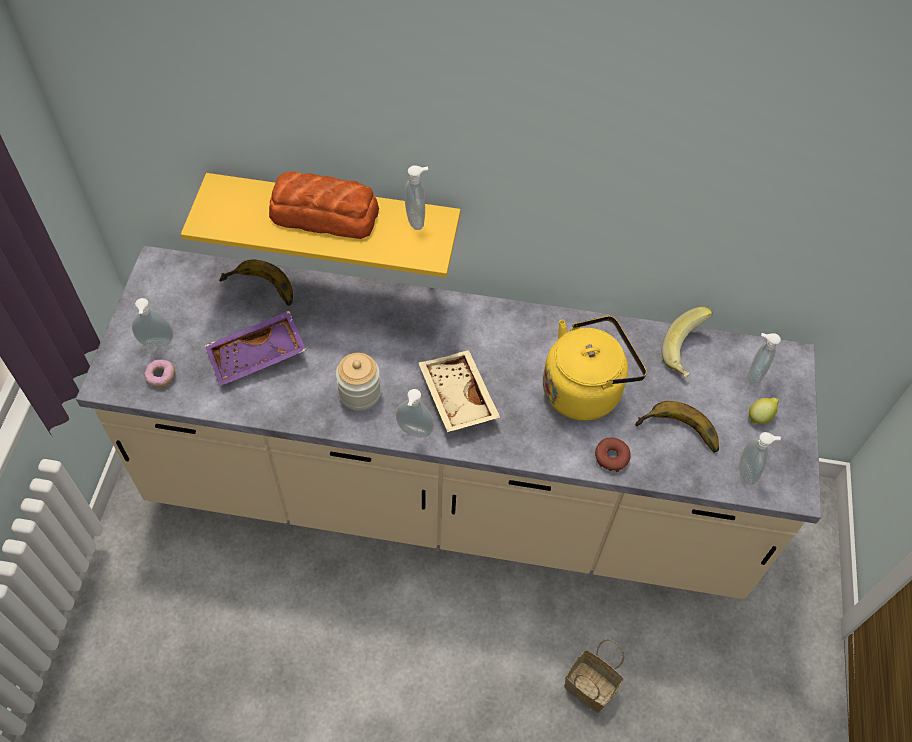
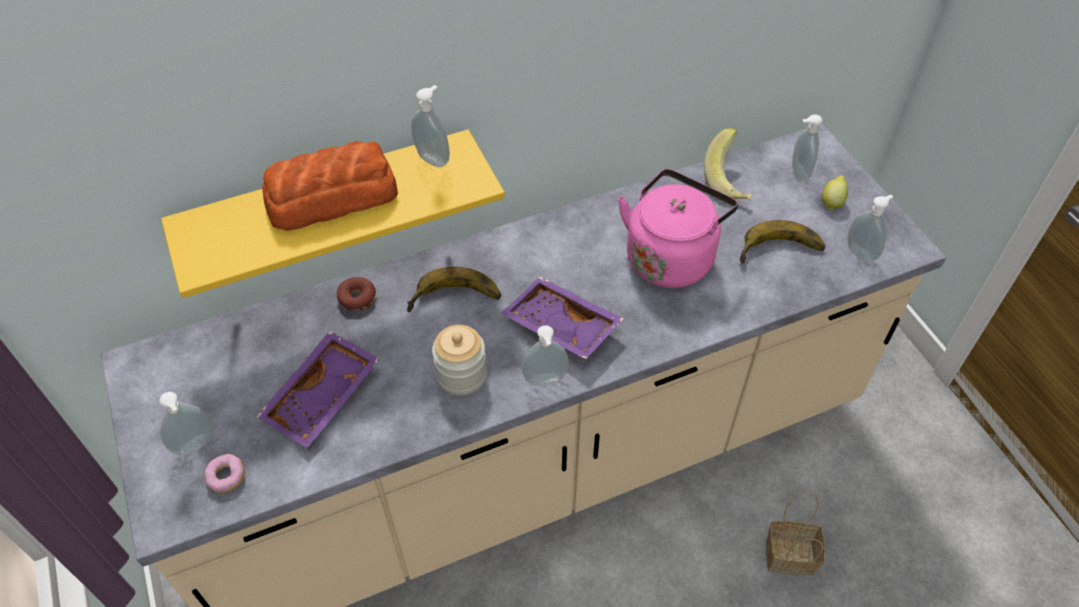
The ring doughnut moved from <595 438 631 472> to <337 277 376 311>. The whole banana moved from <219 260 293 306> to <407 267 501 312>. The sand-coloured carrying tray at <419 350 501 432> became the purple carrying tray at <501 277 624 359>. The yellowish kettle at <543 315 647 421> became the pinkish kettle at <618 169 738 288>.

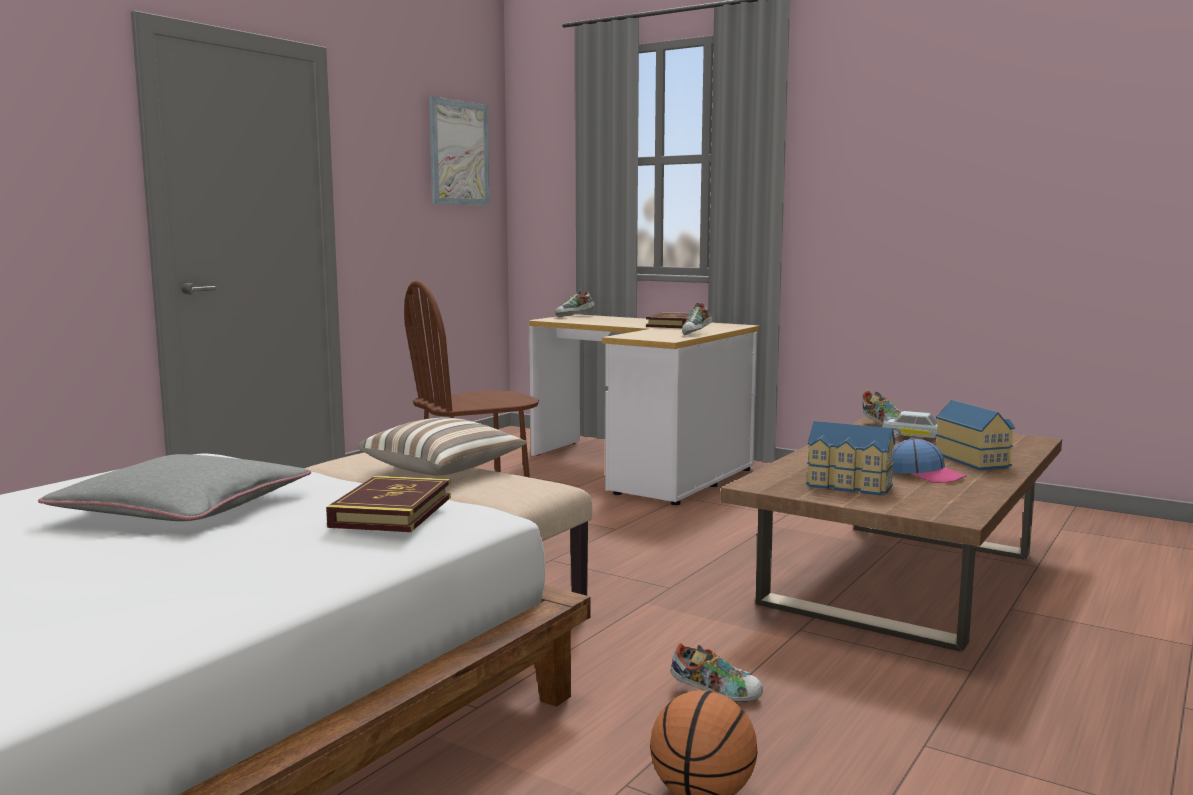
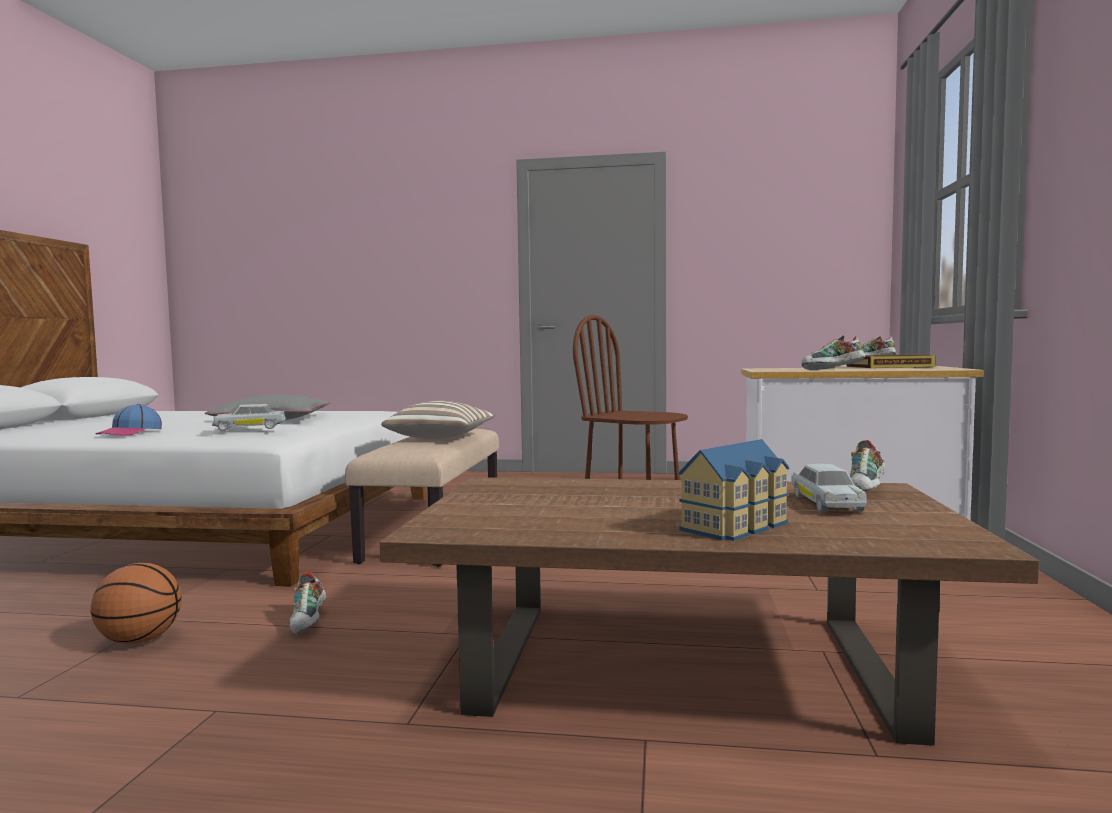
The peaked cap moved from <892 438 967 483> to <95 404 162 435>. The volume at <326 476 451 532> was replaced by the whitish toy car at <212 404 286 431>. The wall art at <429 96 490 205> disappeared. The toy house at <806 421 895 495> disappeared.

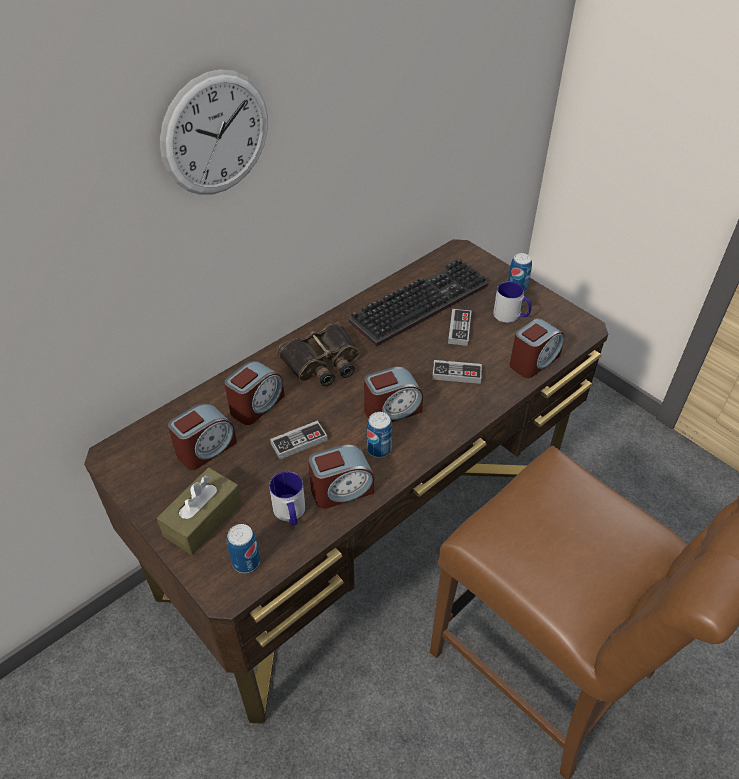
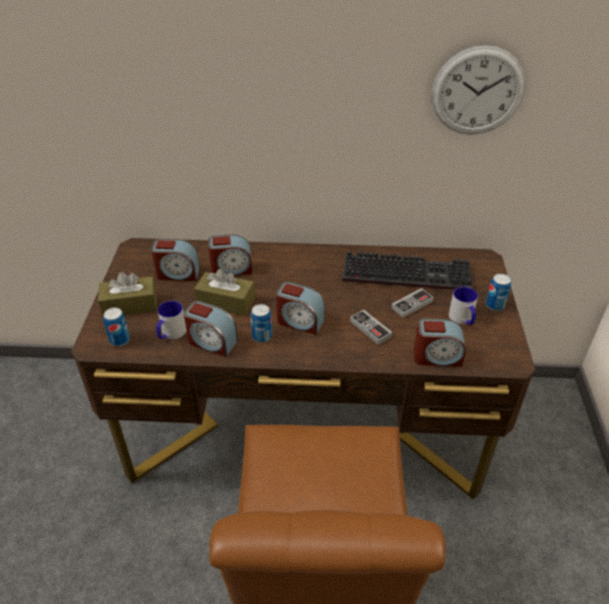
The joypad at <270 420 327 459> was replaced by the brown-coloured tissue box at <194 268 255 316>. The clock on the wall moved from <160 69 268 195> to <432 45 526 135>. The pair of binoculars at <277 322 360 387> disappeared.

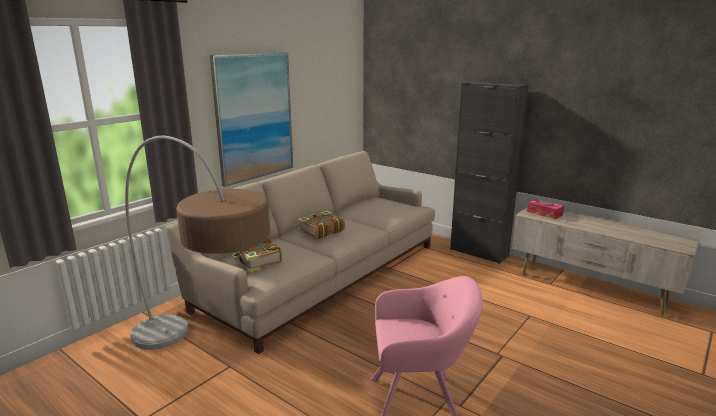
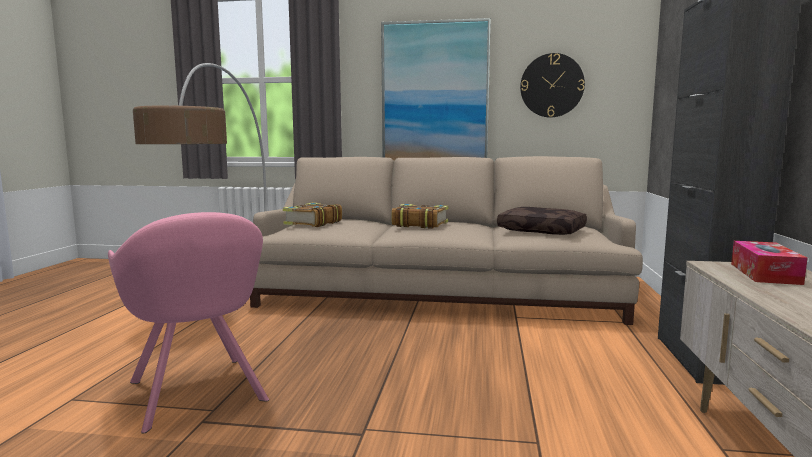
The brown-coloured throw pillow at <497 207 587 235> appeared. The clock on the wall at <520 53 585 117> appeared.

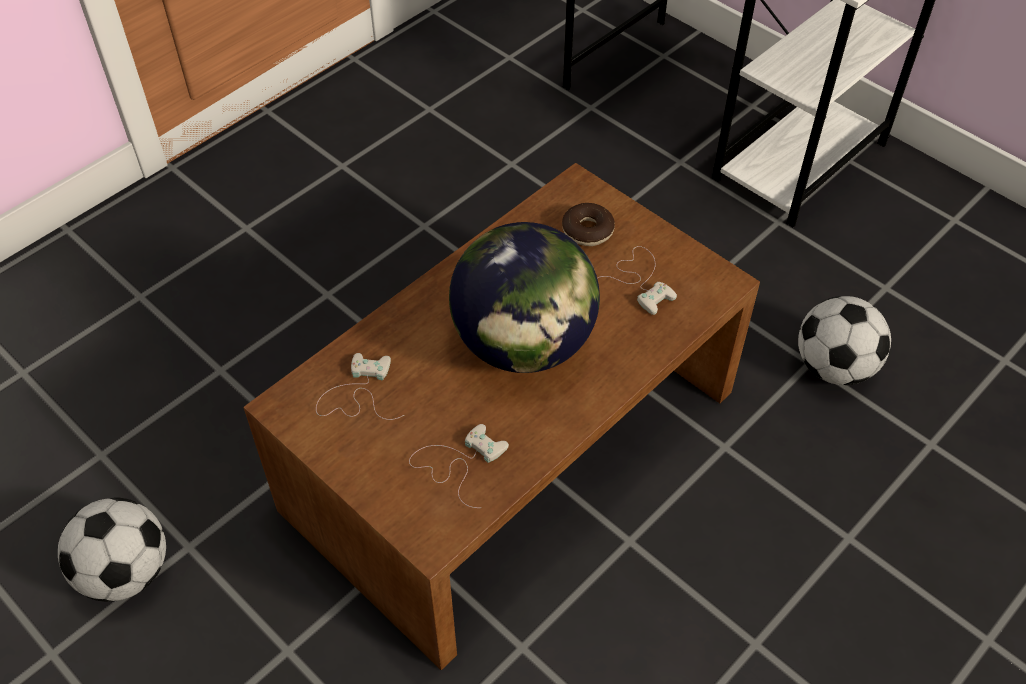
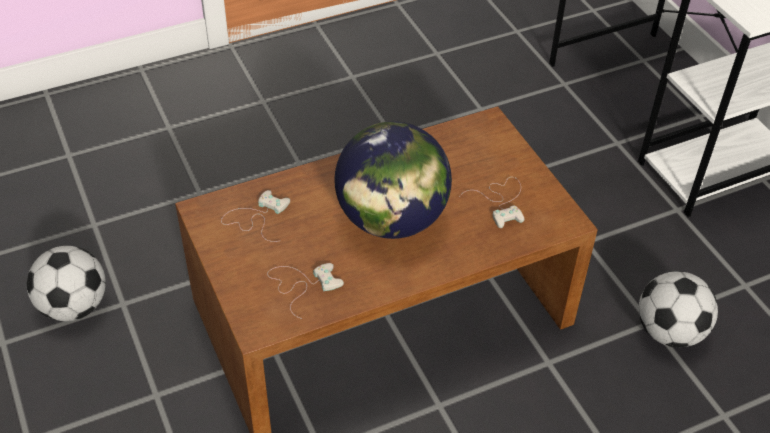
The ring doughnut at <562 203 615 246> disappeared.

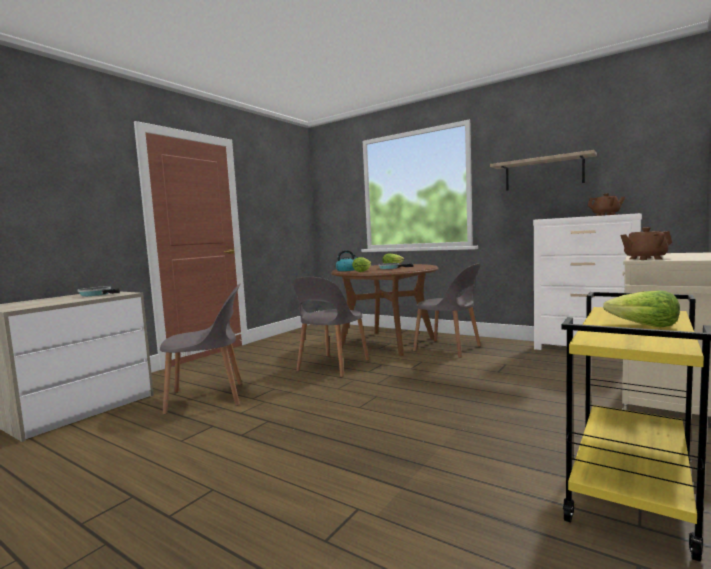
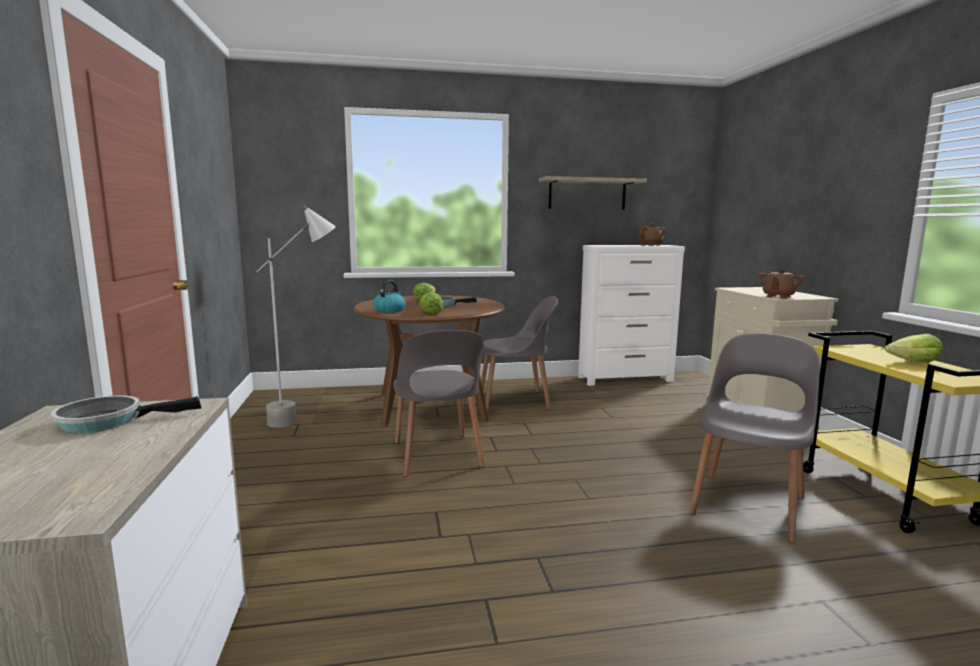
The greyish standing lamp at <256 205 336 428> appeared. The greyish plain chair moved from <160 284 242 415> to <689 333 820 543>.

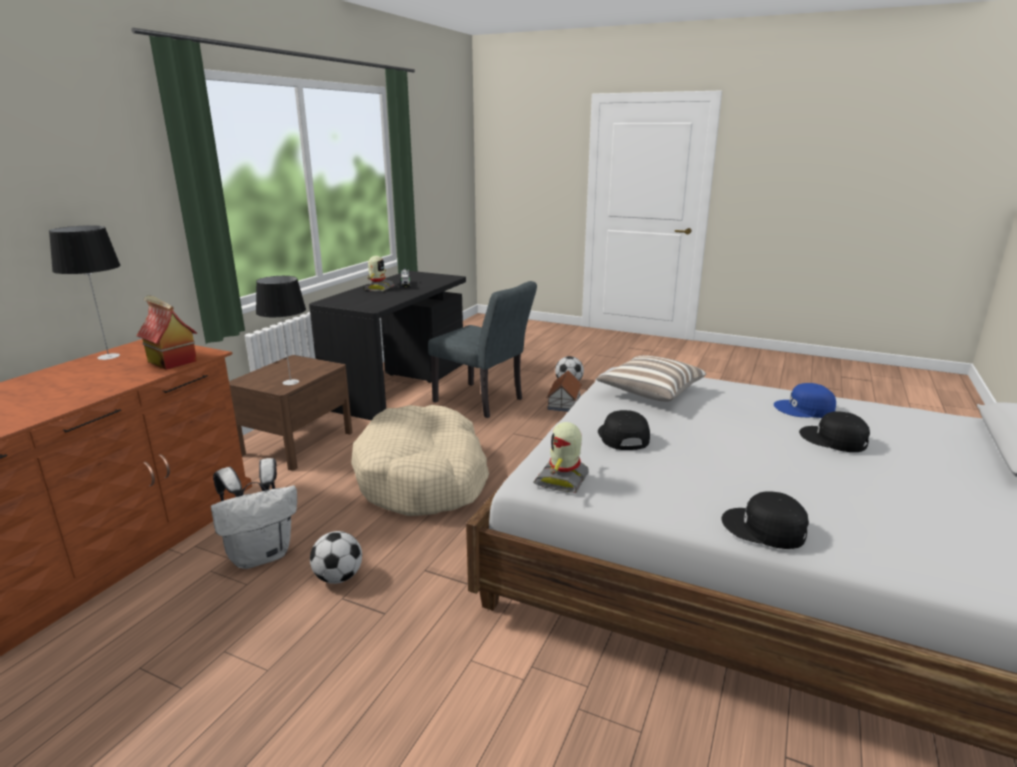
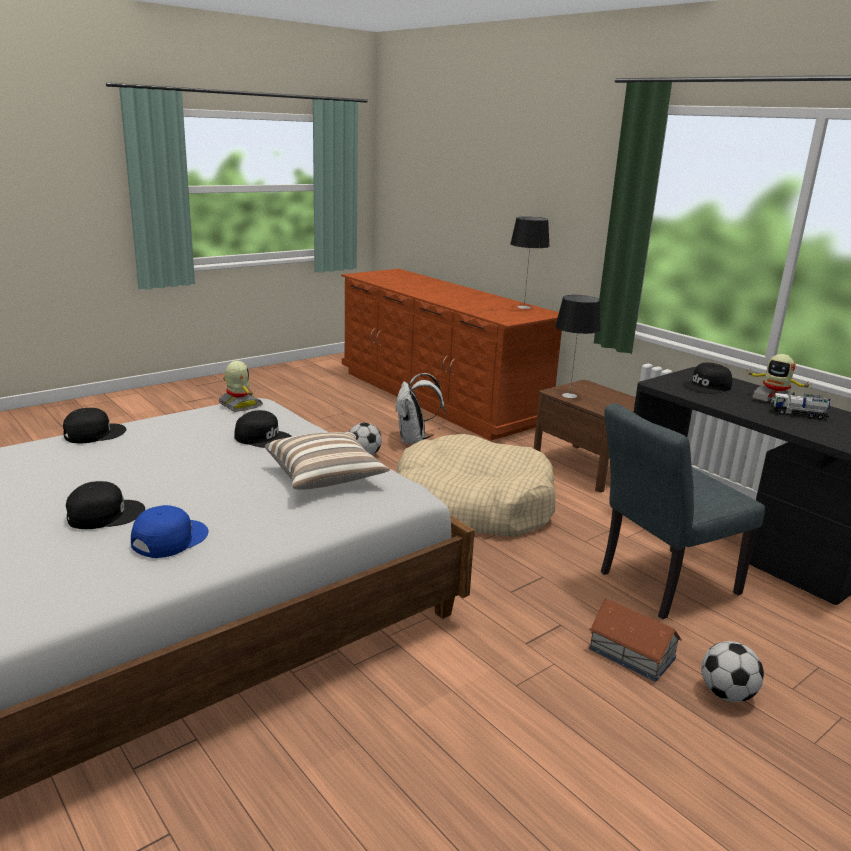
The black-coloured peaked cap at <682 363 732 394> appeared. The toy house at <137 295 197 370> disappeared.

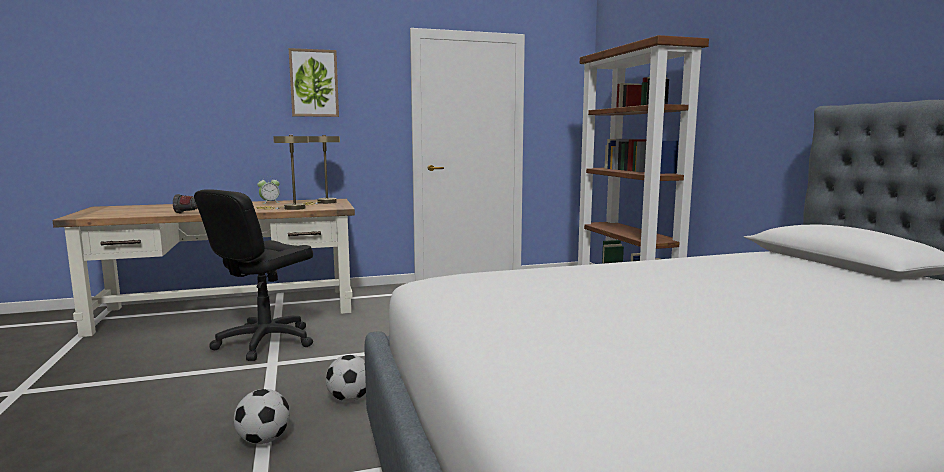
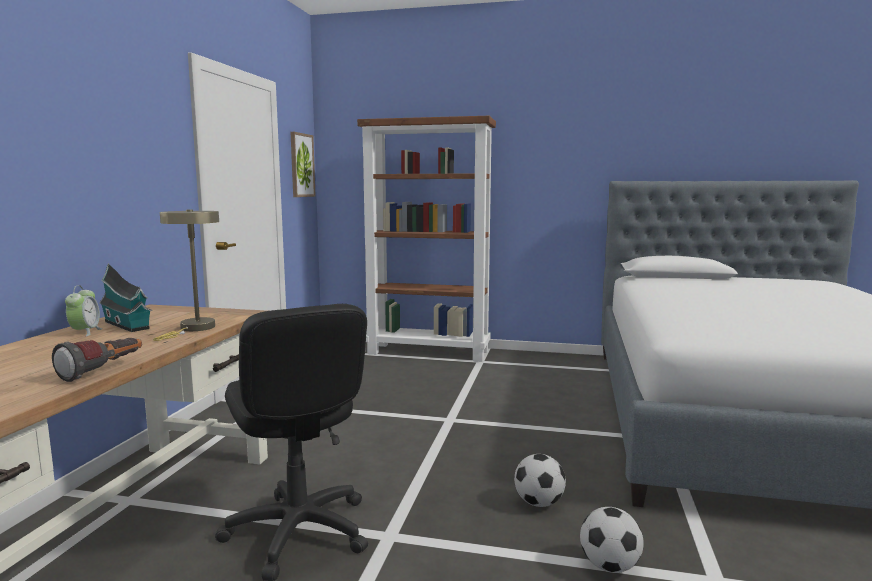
The toy house at <99 263 152 332> appeared. The wall art moved from <289 48 339 117> to <290 132 316 197>. The sand-coloured table lamp at <304 135 340 205> disappeared.

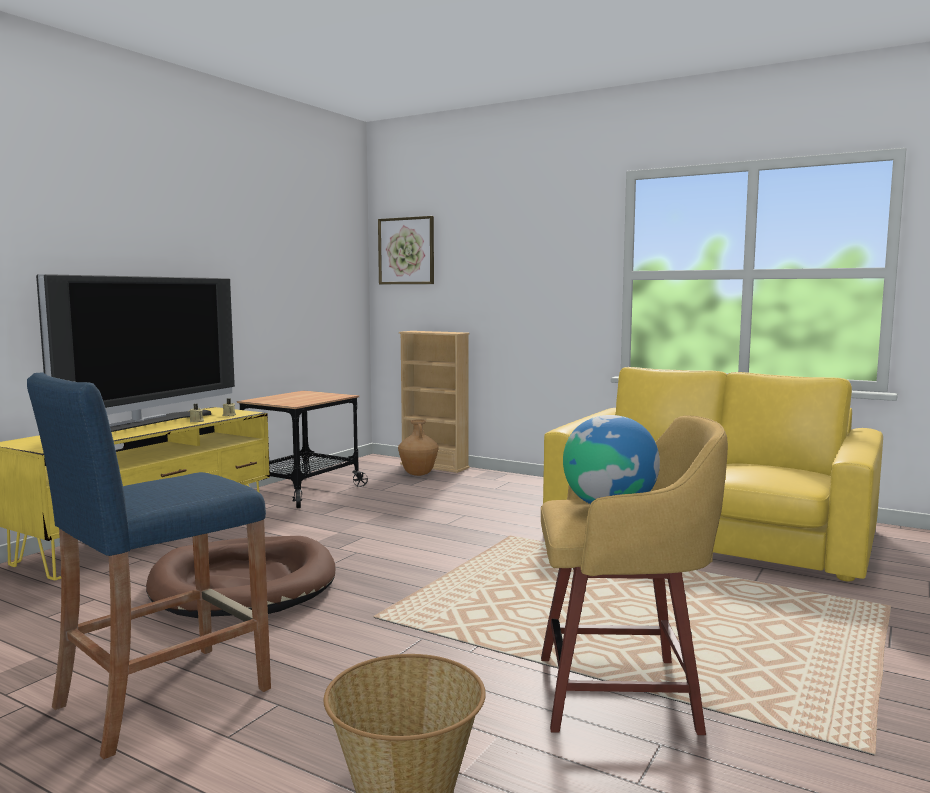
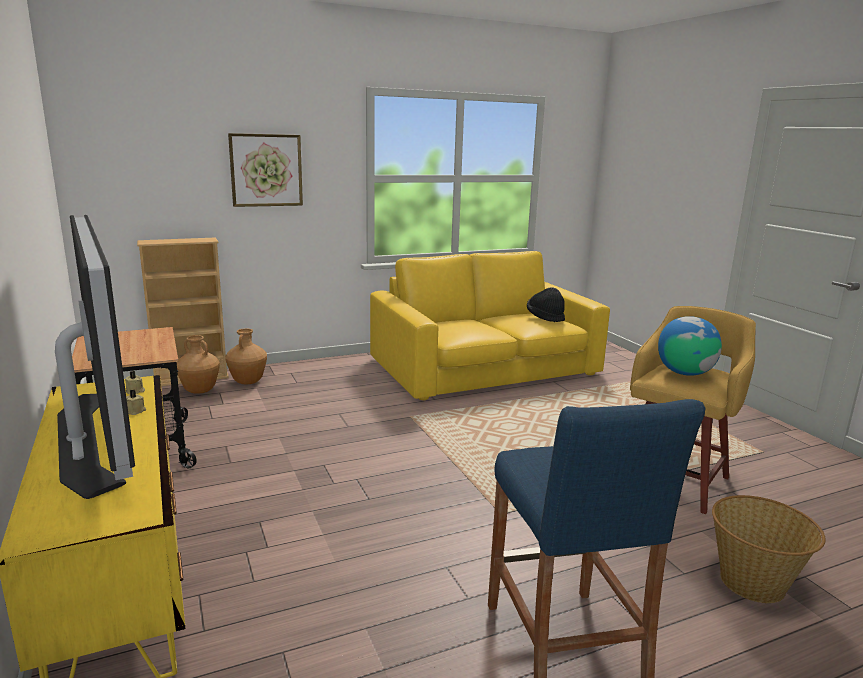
The brown-coloured decorative vase at <225 328 267 385> appeared. The wall art moved from <378 216 434 284> to <228 133 303 207>. The black-coloured clothing hat at <527 287 565 322> appeared. The brown-coloured dog cushion at <146 536 336 618> disappeared.

